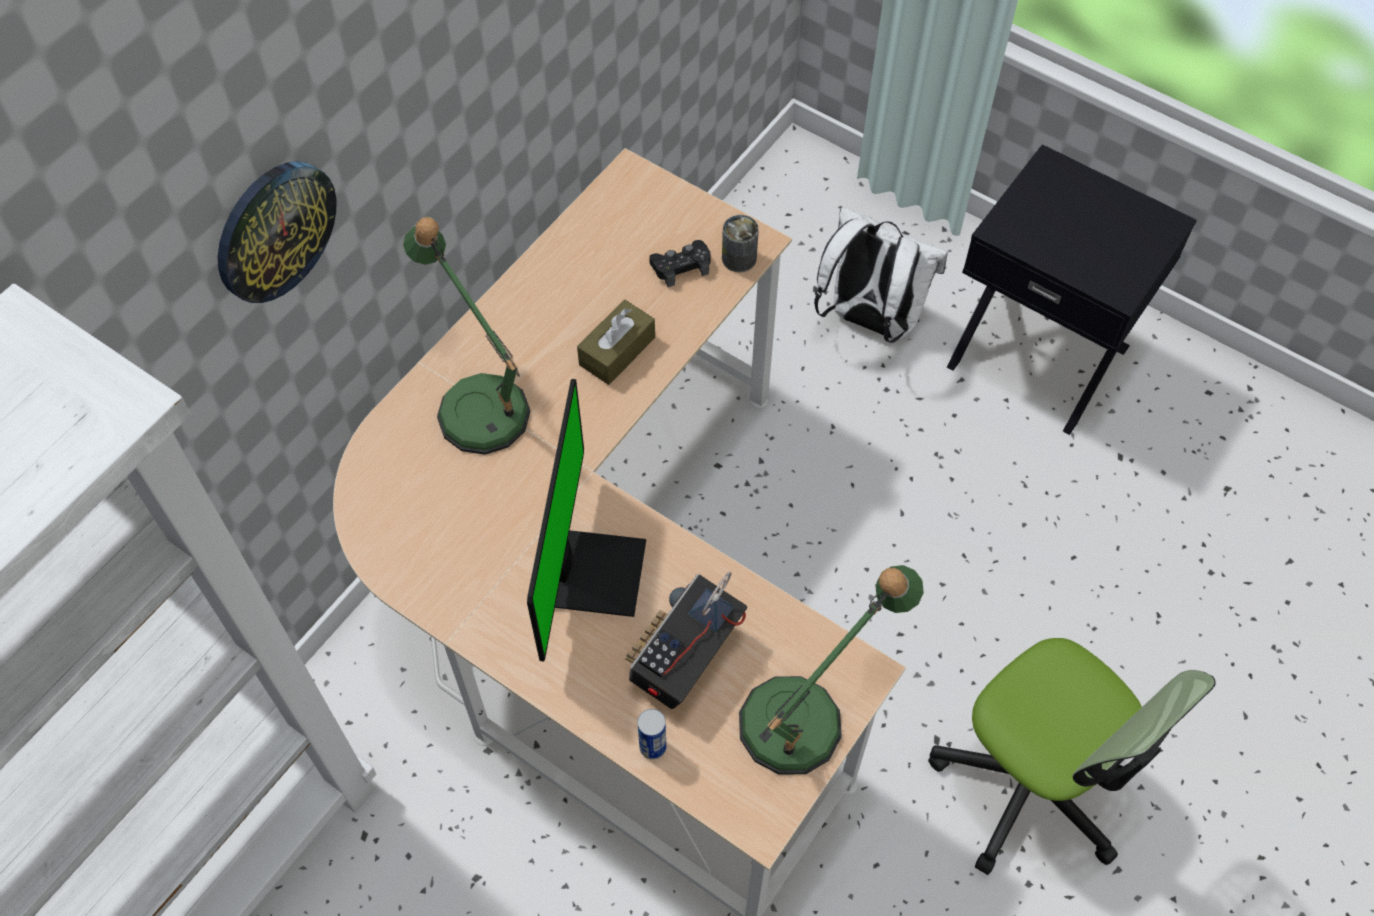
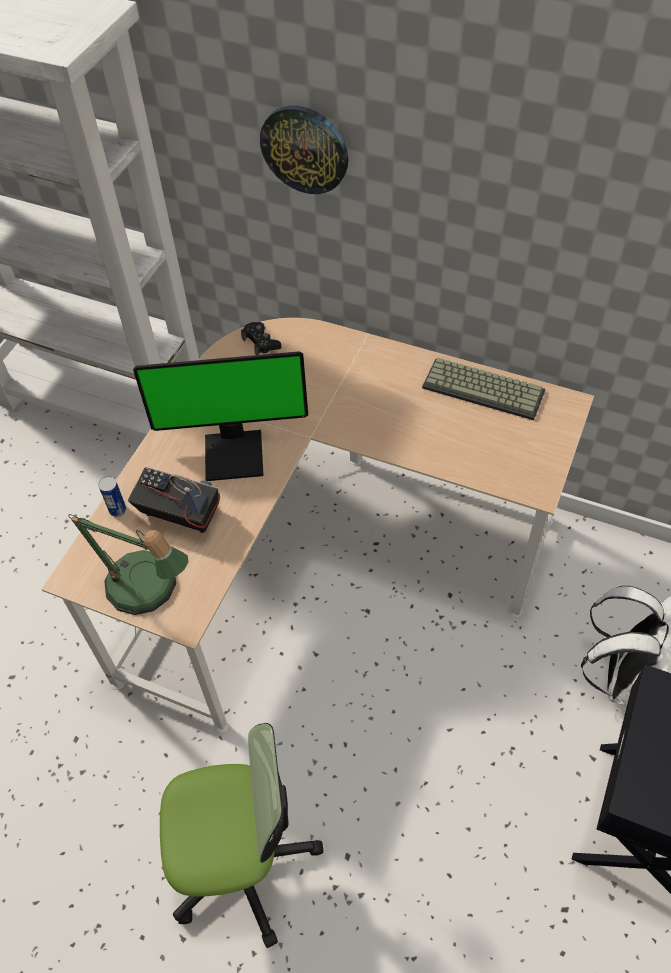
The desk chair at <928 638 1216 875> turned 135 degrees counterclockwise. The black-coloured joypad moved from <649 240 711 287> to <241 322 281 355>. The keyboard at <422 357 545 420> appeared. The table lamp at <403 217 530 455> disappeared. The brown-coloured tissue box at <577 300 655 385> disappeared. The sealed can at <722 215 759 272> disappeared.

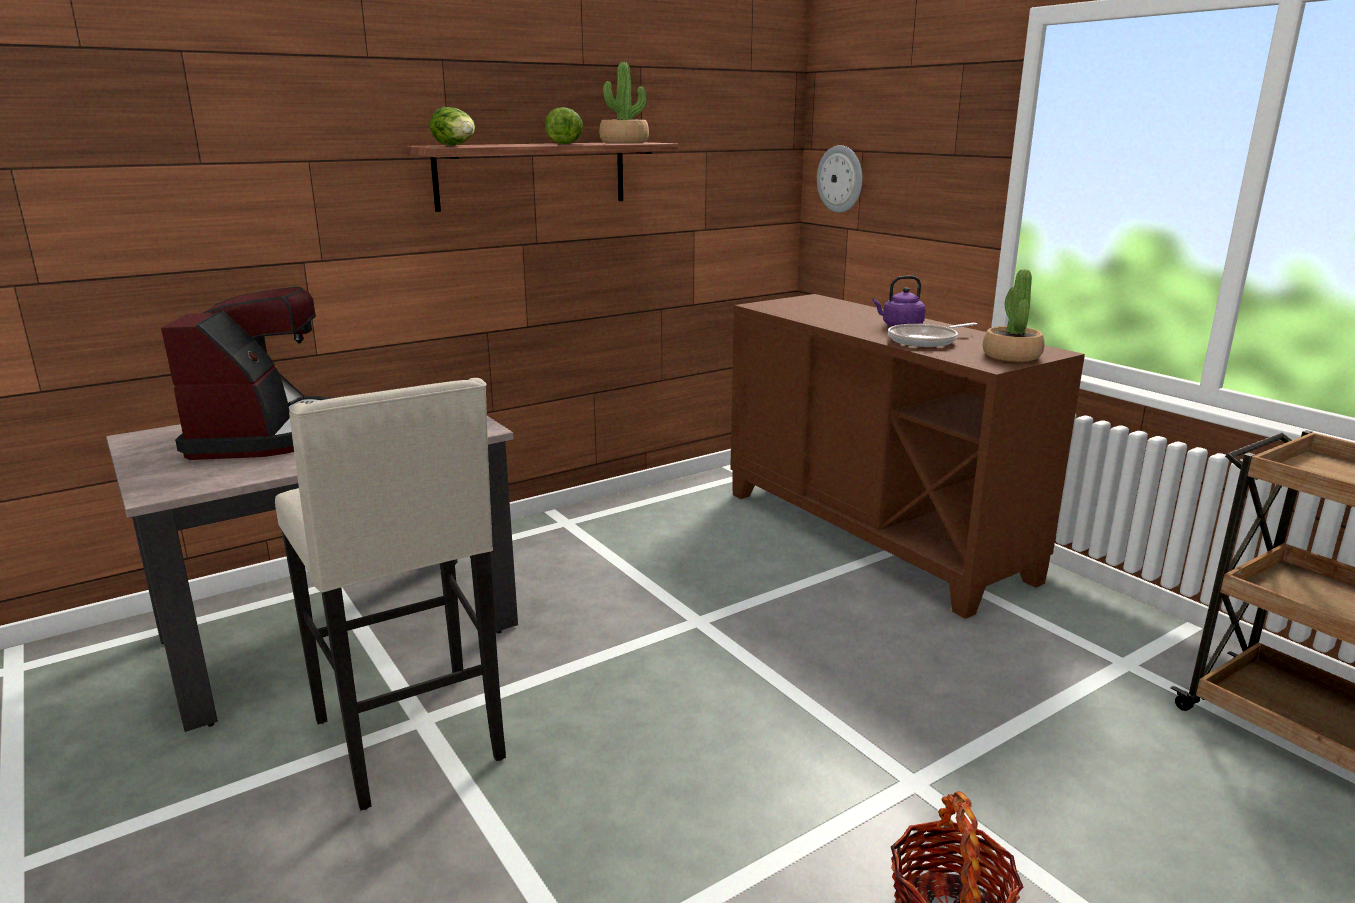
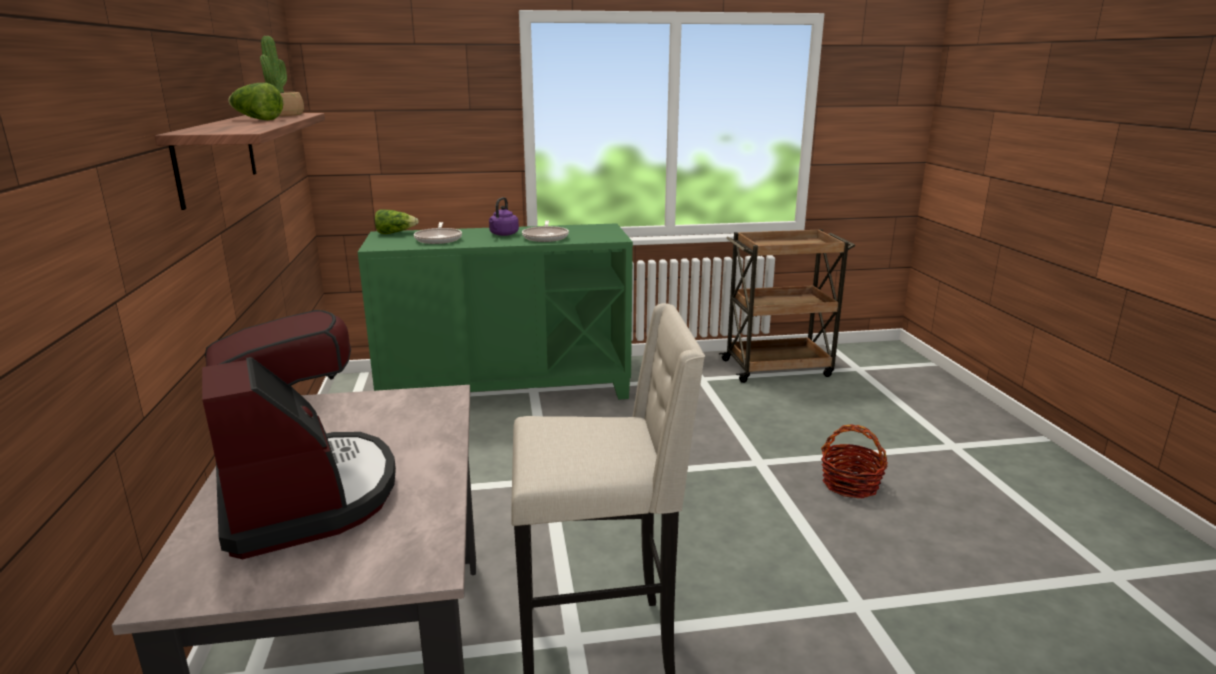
The coffee machine at <161 287 331 460> turned 45 degrees clockwise. The brown-coloured storage cabinet at <730 294 1085 619> became the green-coloured storage cabinet at <358 223 633 400>. The lettuce moved from <430 107 475 146> to <375 209 419 234>. The frying pan at <414 222 462 244> appeared. The clock on the wall at <817 145 863 213> disappeared. The plant in a pot at <983 269 1045 362> disappeared.

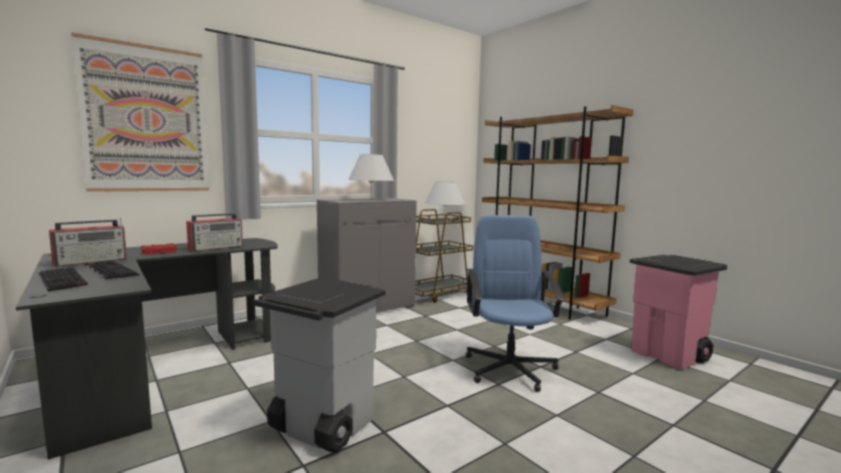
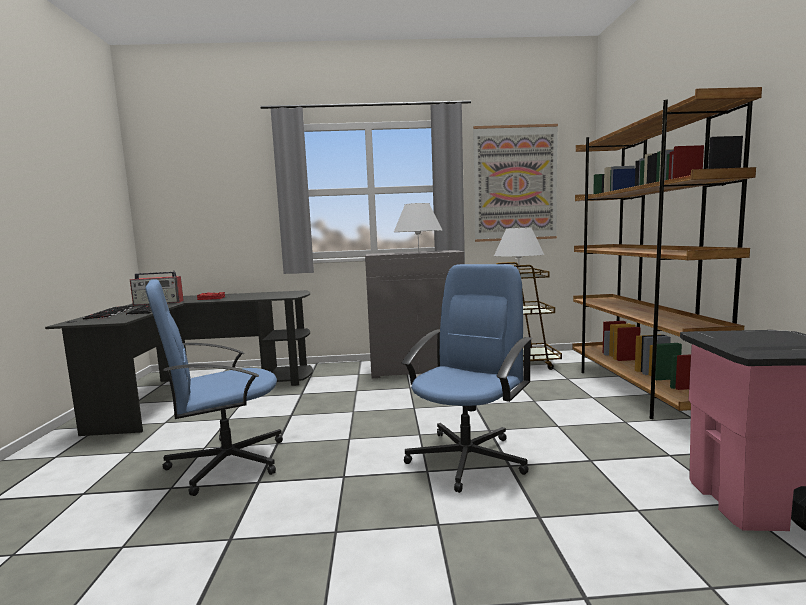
The greyish waste bin at <253 278 386 453> was replaced by the blue desk chair at <145 279 283 496>. The wall art moved from <71 32 209 192> to <473 124 558 242>. The radio receiver at <186 212 243 252> disappeared.

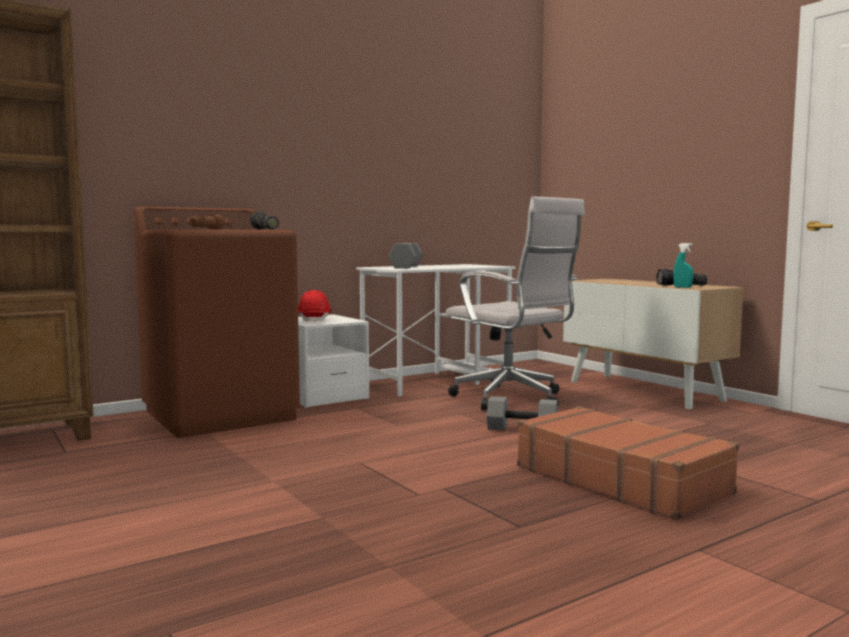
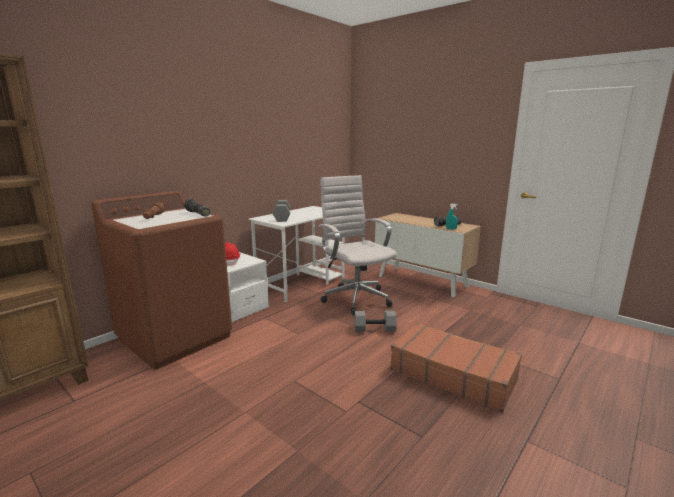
The whitish desk chair at <446 196 585 411> turned 150 degrees counterclockwise.

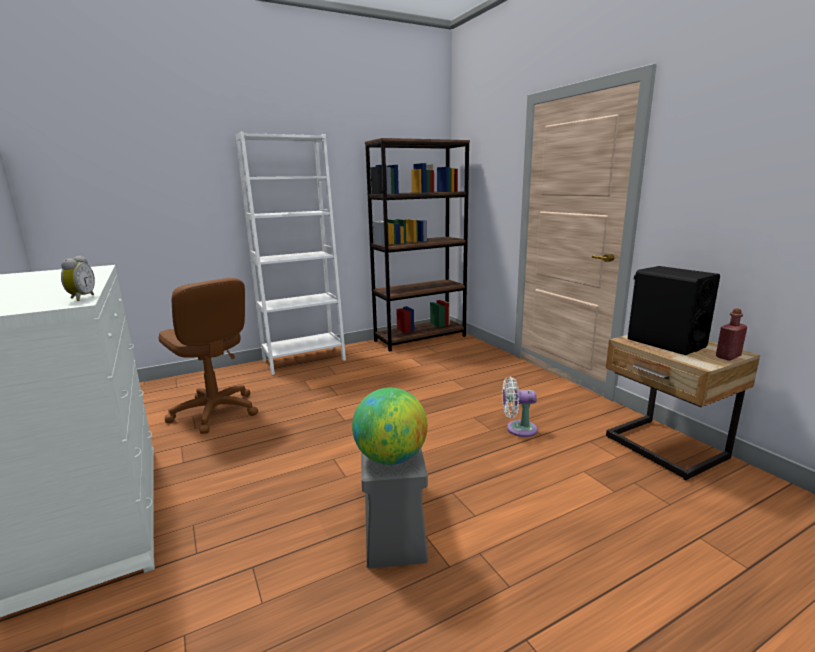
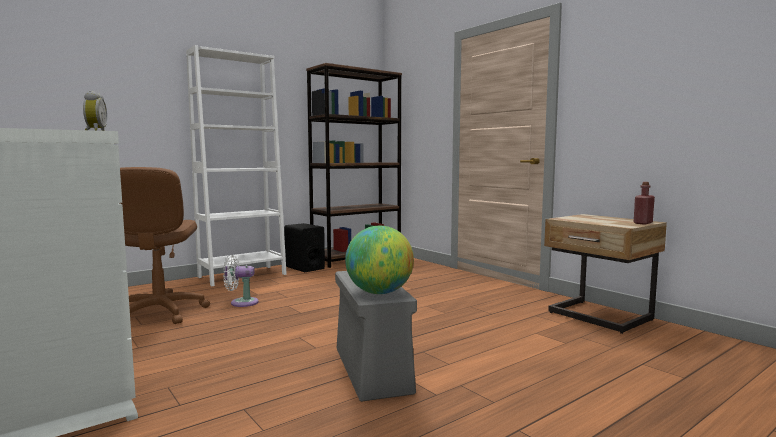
The brown-coloured desk chair at <158 278 258 434> turned 45 degrees clockwise. The whitish cooling fan moved from <502 377 538 437> to <223 255 259 307>. The black-coloured audio speaker moved from <628 266 720 355> to <284 223 325 272>.

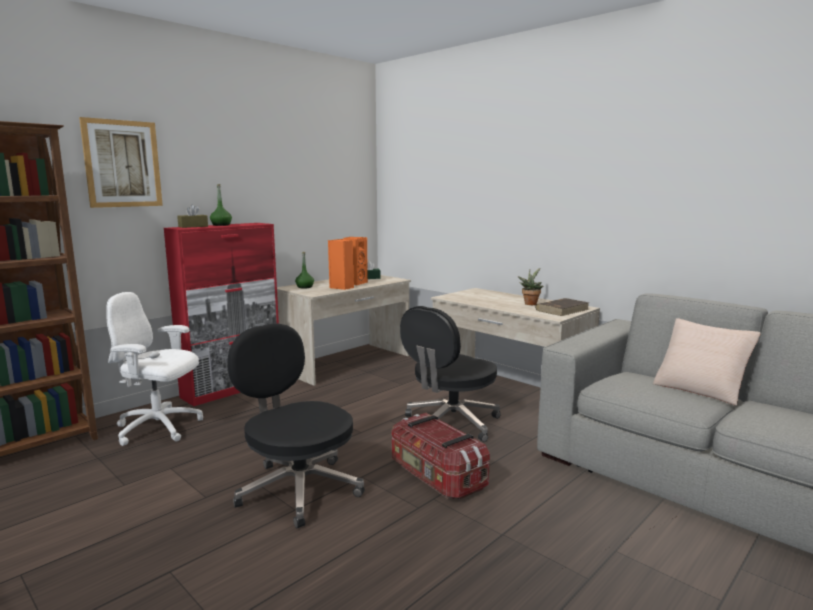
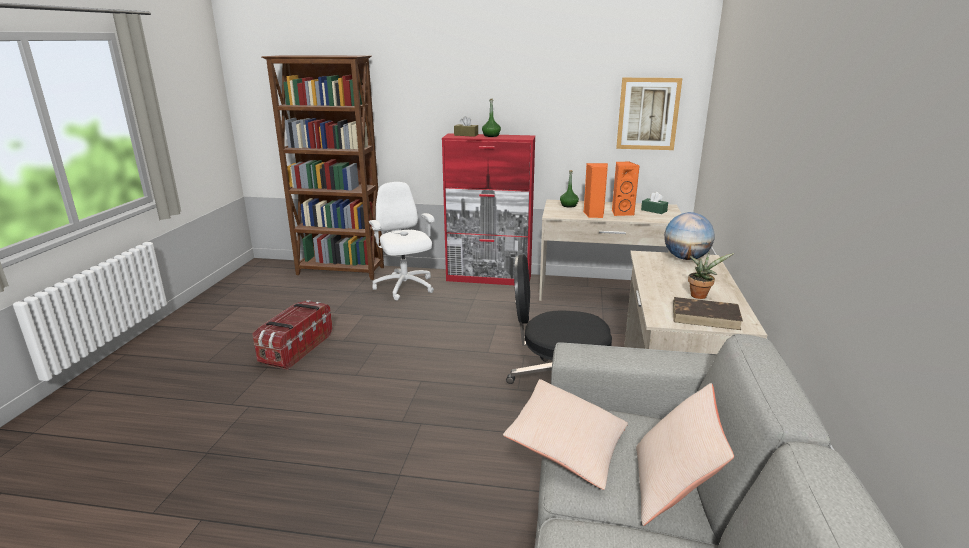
The storage box moved from <391 413 490 500> to <252 300 332 370>. The sand-coloured throw pillow at <503 379 628 490> appeared. The wall art moved from <79 117 163 208> to <616 78 682 150>. The globe at <664 212 715 260> appeared. The black-coloured desk chair at <227 323 365 528> disappeared.

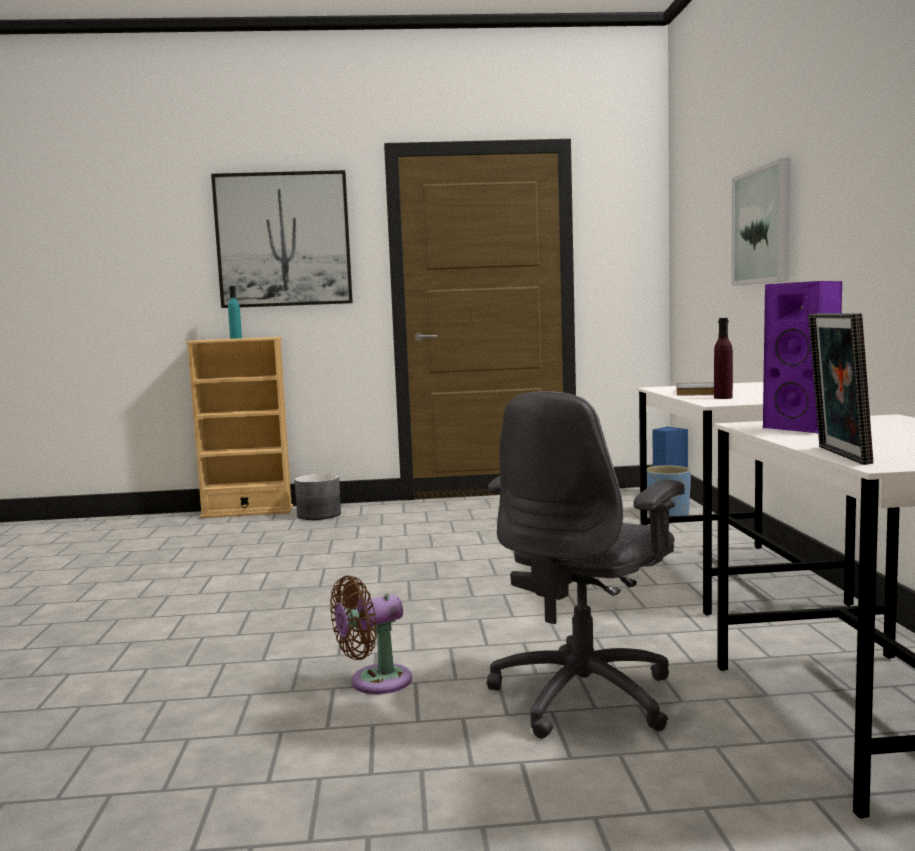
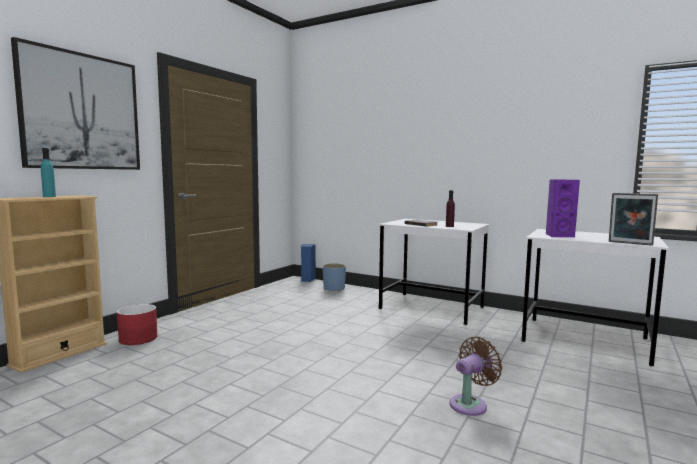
The greyish flower pot at <294 474 341 520> became the reddish flower pot at <117 304 157 345>. The brown-coloured cooling fan at <330 576 412 694> turned 135 degrees counterclockwise. The greyish desk chair at <487 391 685 739> disappeared. The wall art at <731 157 791 286> disappeared.

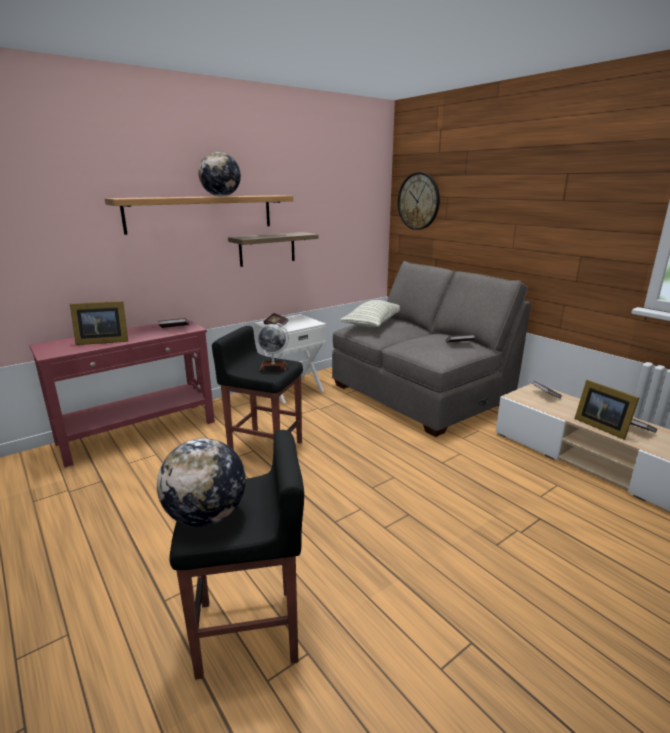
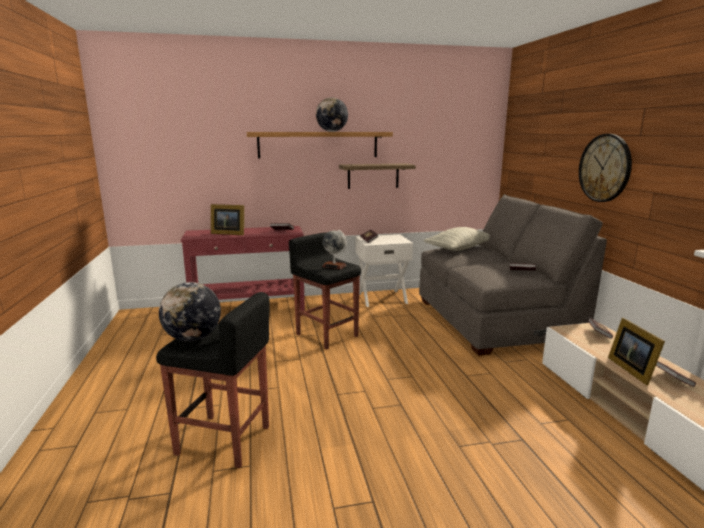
The clock on the wall moved from <398 172 440 230> to <579 134 632 202>.

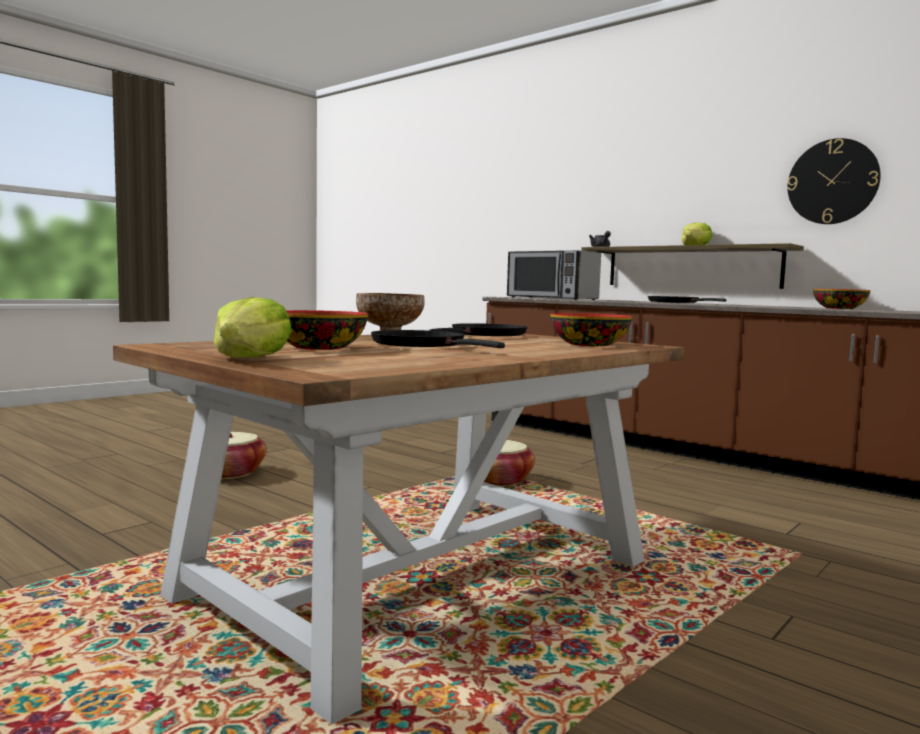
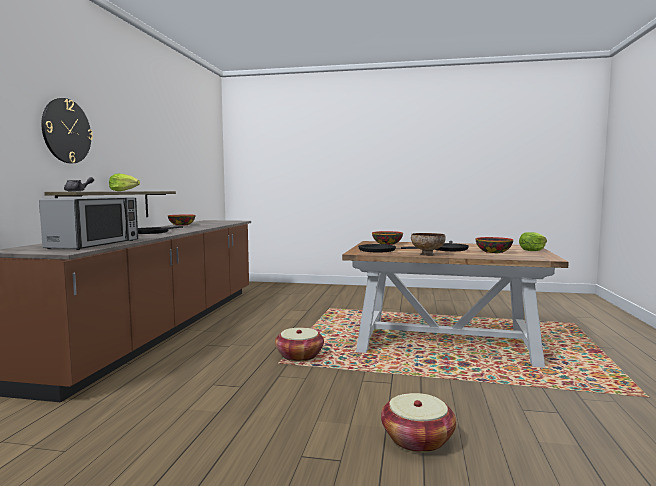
The clock on the wall moved from <787 138 881 224> to <41 98 93 163>.

